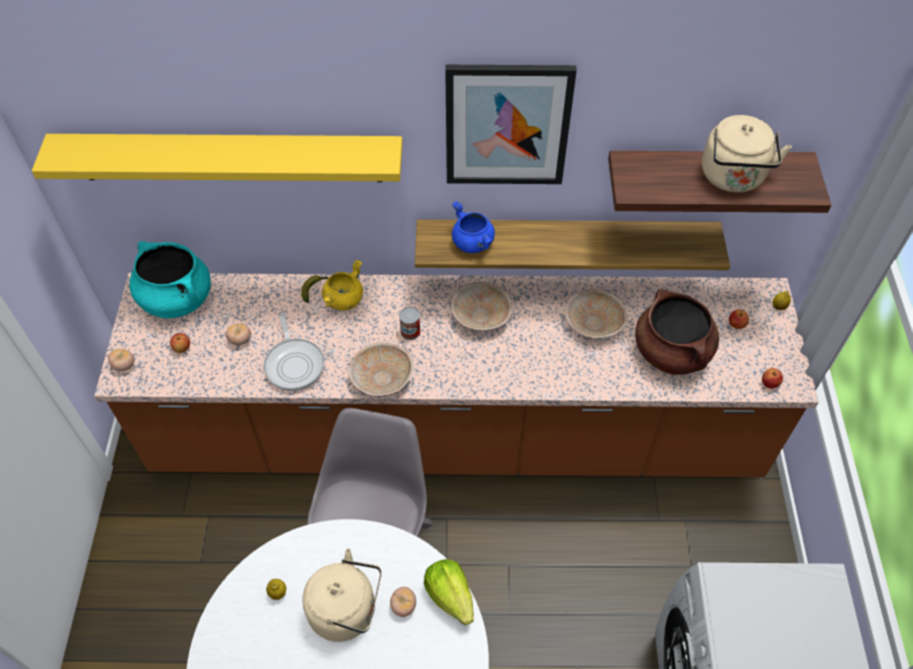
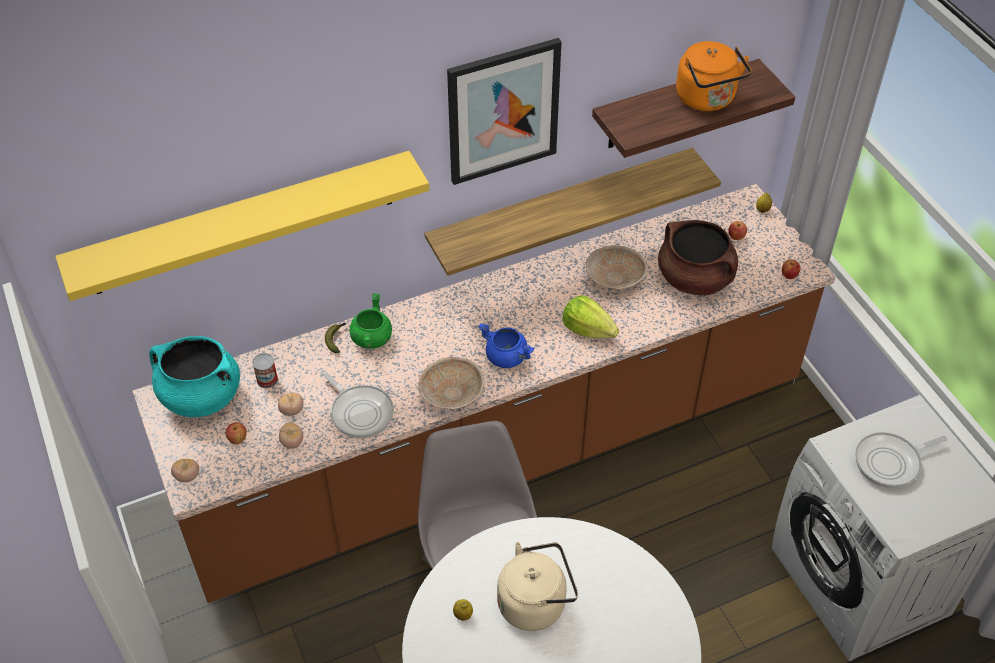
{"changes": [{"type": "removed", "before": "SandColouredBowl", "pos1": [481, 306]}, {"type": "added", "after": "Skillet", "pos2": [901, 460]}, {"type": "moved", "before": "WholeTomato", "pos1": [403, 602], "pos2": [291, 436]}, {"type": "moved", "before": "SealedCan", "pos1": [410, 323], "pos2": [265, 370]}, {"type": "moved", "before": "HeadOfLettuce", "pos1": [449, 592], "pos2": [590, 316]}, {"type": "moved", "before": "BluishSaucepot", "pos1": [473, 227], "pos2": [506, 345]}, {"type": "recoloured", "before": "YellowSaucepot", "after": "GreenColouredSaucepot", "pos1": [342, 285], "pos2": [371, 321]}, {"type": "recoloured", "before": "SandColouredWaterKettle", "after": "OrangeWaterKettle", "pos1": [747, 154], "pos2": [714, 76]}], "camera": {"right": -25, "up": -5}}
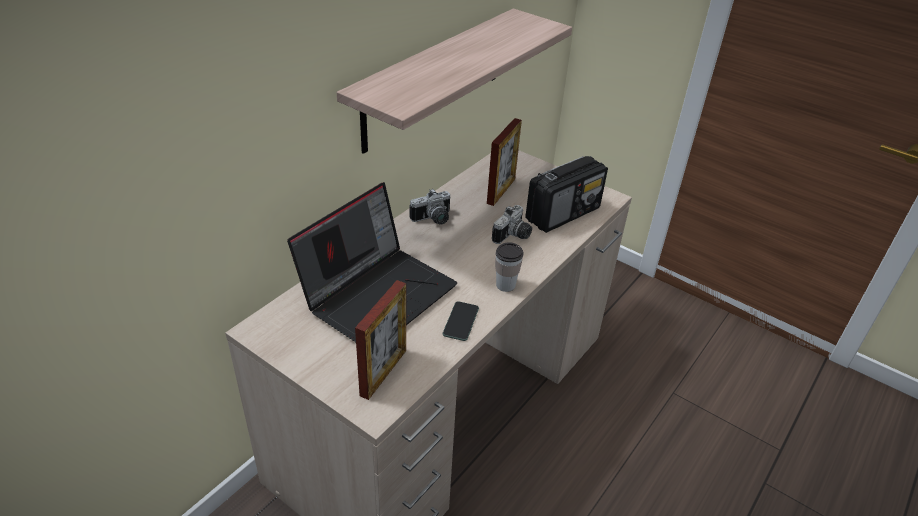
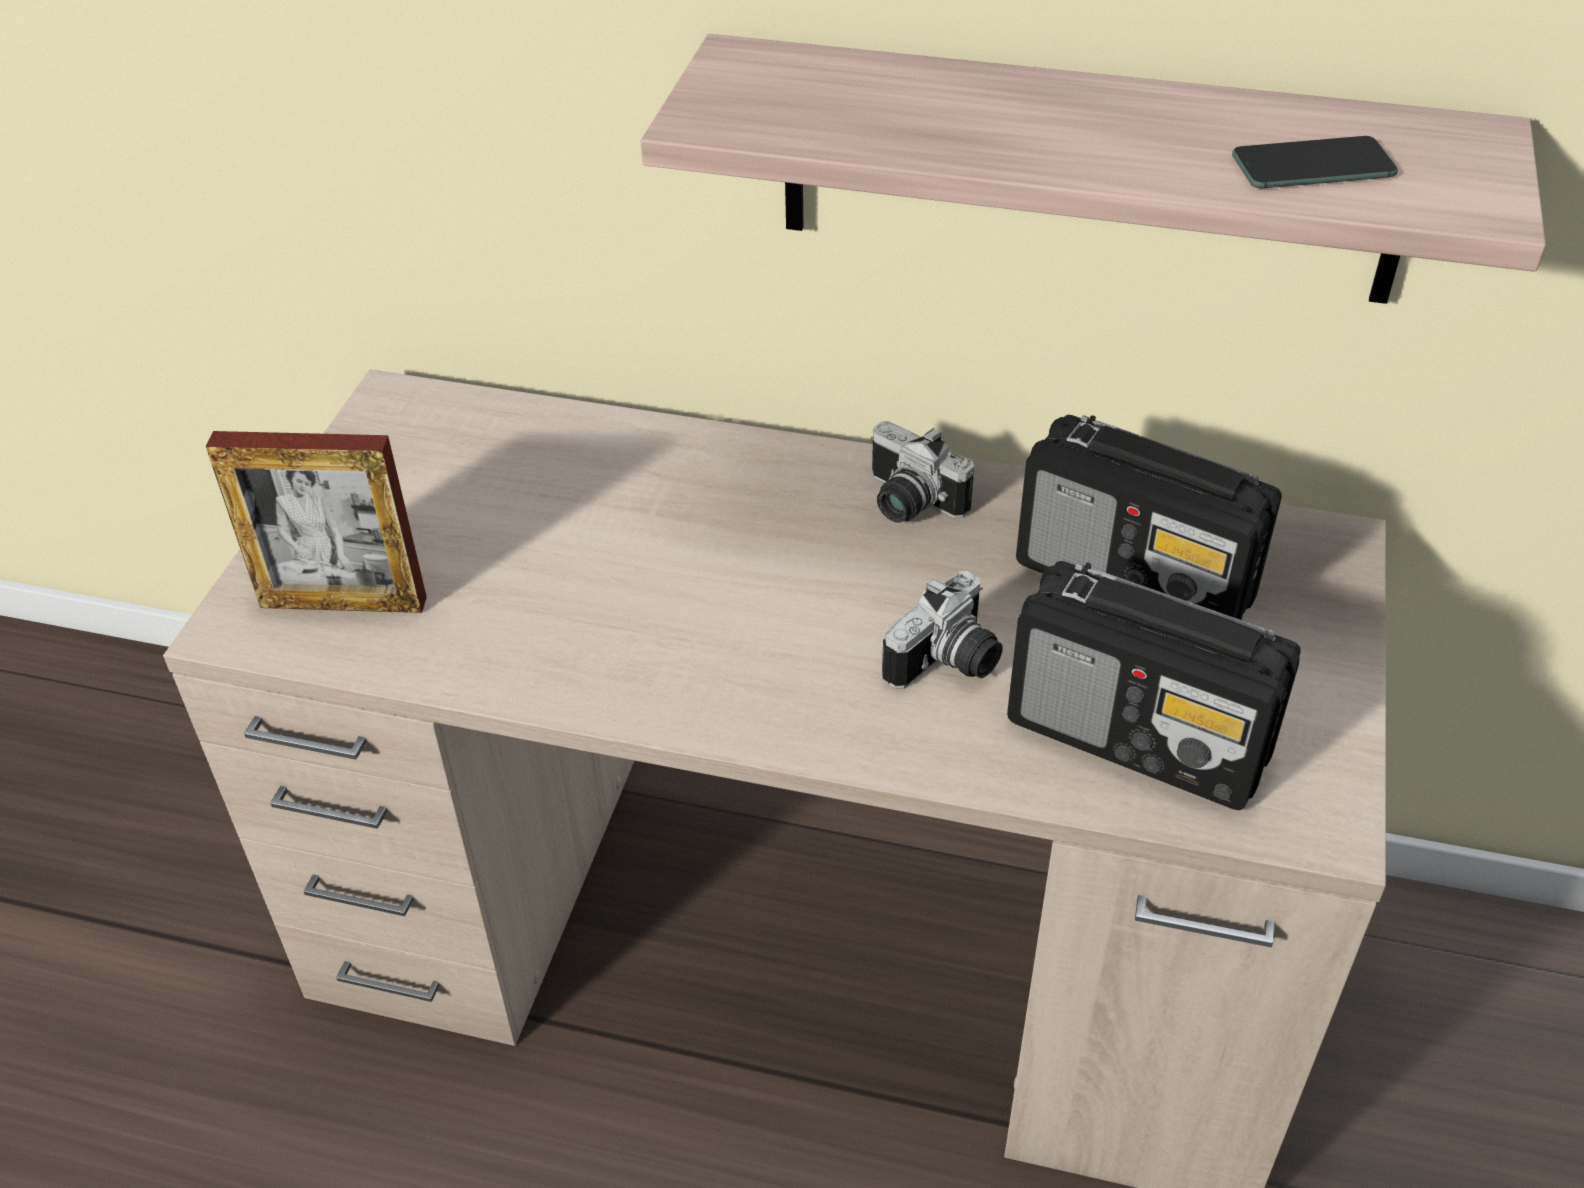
{"changes": [{"type": "removed", "before": "NotebookComputer", "pos1": [372, 262]}, {"type": "removed", "before": "SmallCup", "pos1": [509, 267]}, {"type": "moved", "before": "Telephone", "pos1": [461, 321], "pos2": [1315, 162]}, {"type": "replaced", "before": "StandingFrame", "after": "RadioSet", "pos1": [504, 162], "pos2": [1149, 517]}, {"type": "turned", "before": "PhotoCamera", "pos1": [512, 224], "pos2": [942, 630], "turn": -60}], "camera": {"right": 70, "up": 5}}
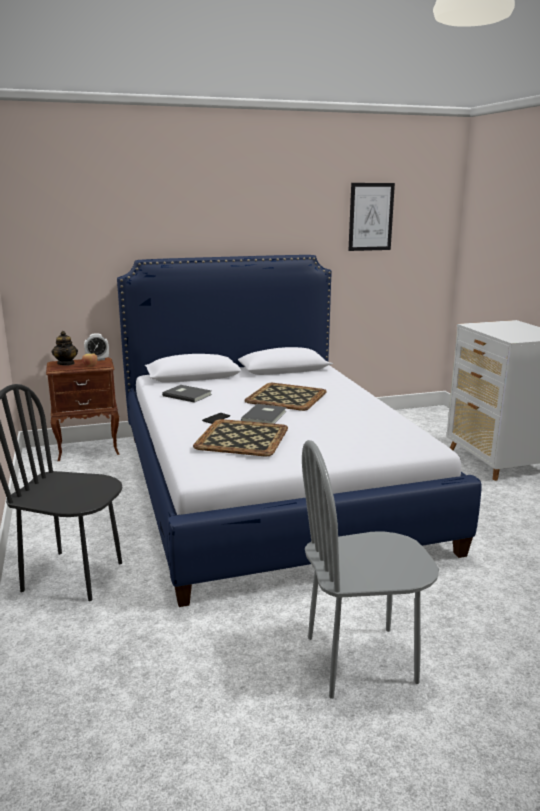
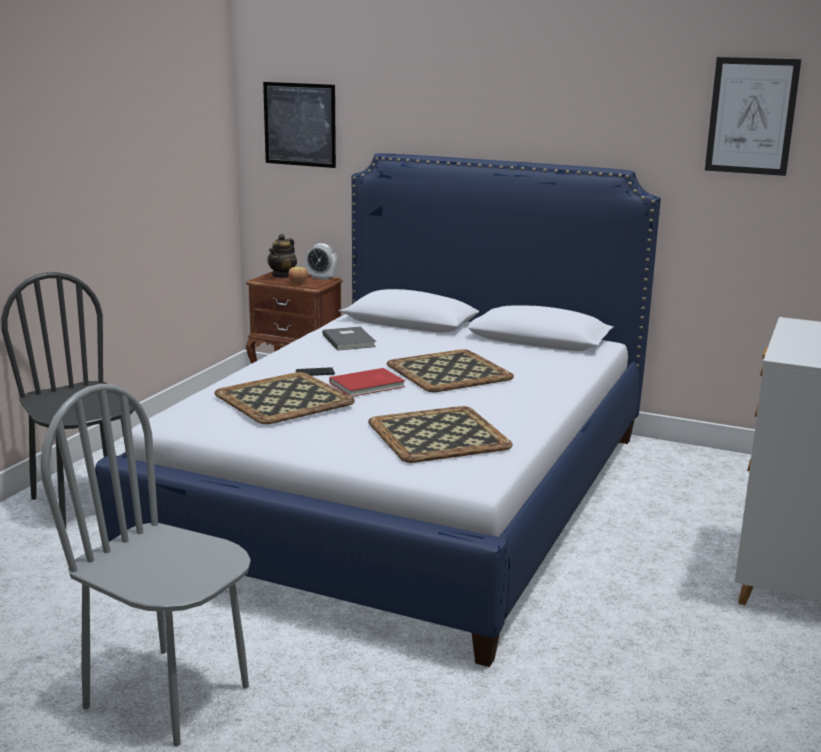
{"changes": [{"type": "added", "after": "WallPicture", "pos2": [299, 125]}, {"type": "added", "after": "Tray", "pos2": [440, 434]}, {"type": "recoloured", "before": "GrayBoundBook", "after": "RedColouredBoundBook", "pos1": [264, 414], "pos2": [367, 382]}], "camera": {"right": 40, "up": 0}}
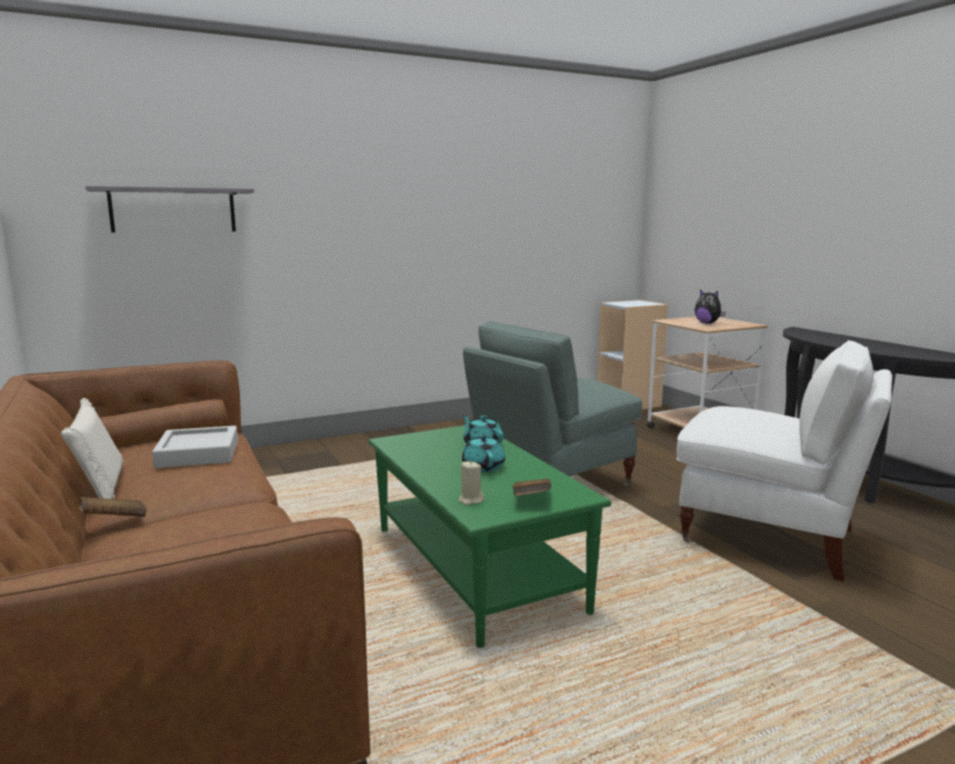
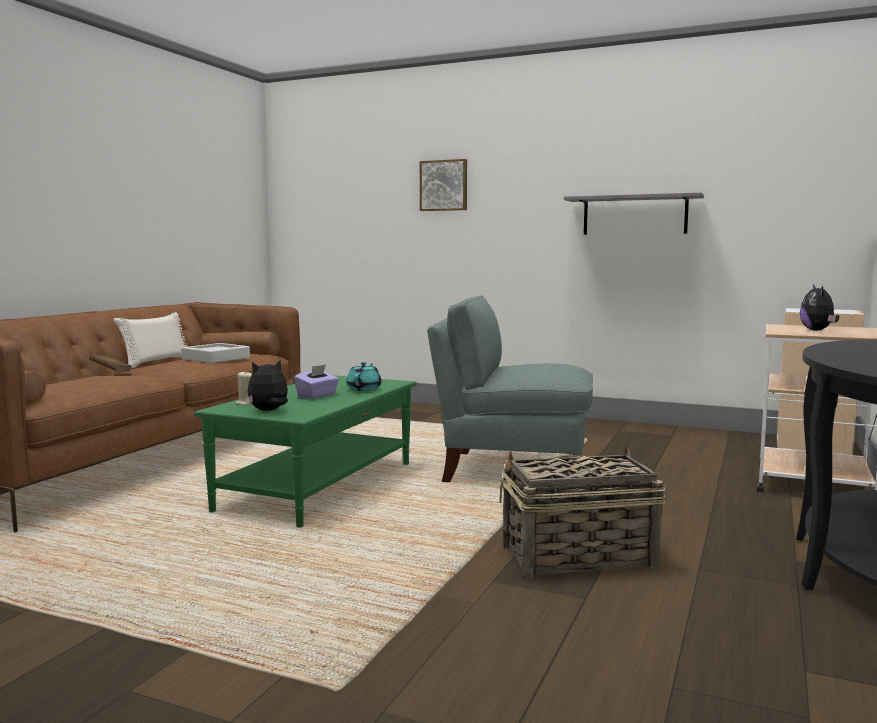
{"changes": [{"type": "added", "after": "WallPicture", "pos2": [443, 185]}, {"type": "moved", "before": "GrayBracketShelf", "pos1": [170, 209], "pos2": [634, 213]}, {"type": "replaced", "before": "BlueGreenTeapot", "after": "PurplishTissueHolder", "pos1": [483, 451], "pos2": [316, 382]}, {"type": "replaced", "before": "BrownBoundBook", "after": "PlushToy", "pos1": [531, 487], "pos2": [268, 385]}, {"type": "replaced", "before": "WhitishArmchair", "after": "HouseholdBasket", "pos1": [784, 461], "pos2": [582, 512]}], "camera": {"right": 50, "up": -5}}
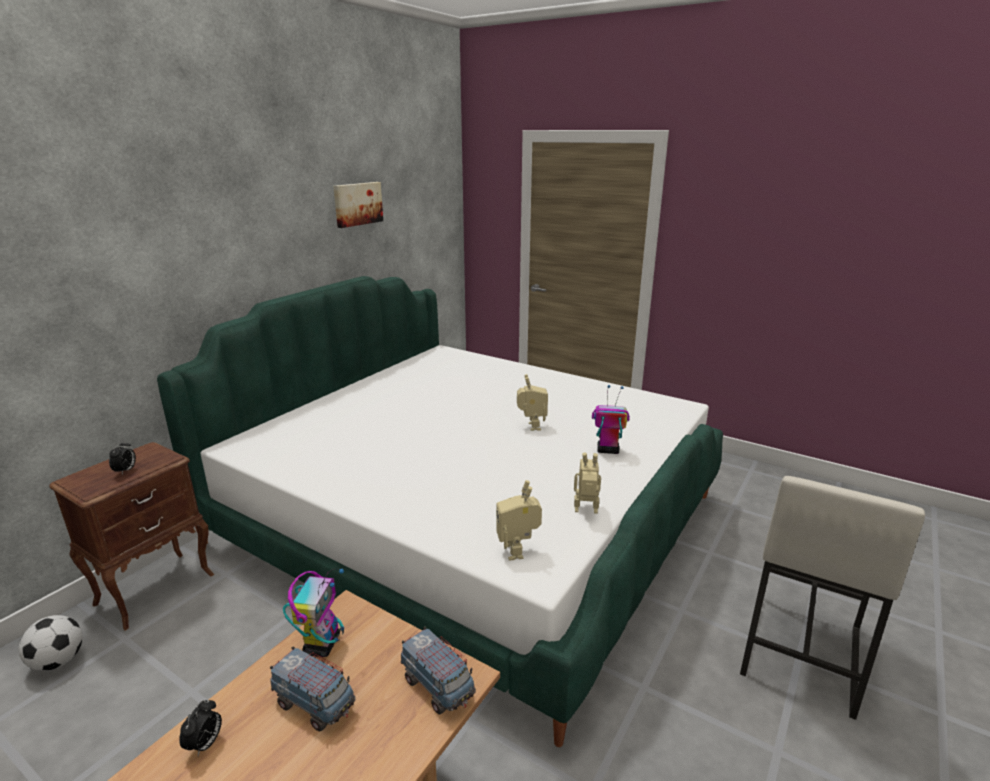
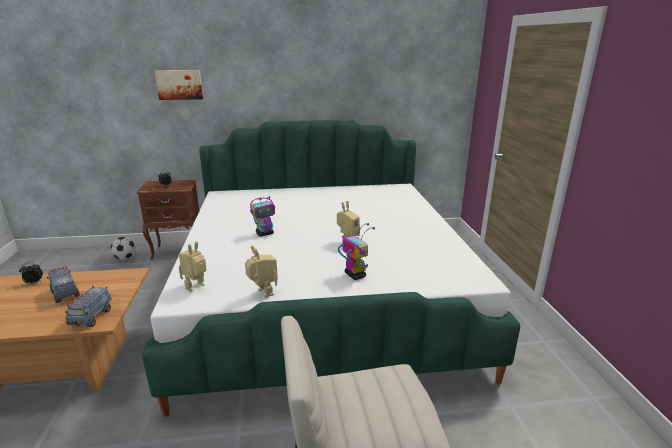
{"changes": [{"type": "moved", "before": "ToyRobot", "pos1": [313, 613], "pos2": [262, 217]}, {"type": "moved", "before": "WallPicture", "pos1": [358, 205], "pos2": [179, 85]}, {"type": "turned", "before": "ToyTruck", "pos1": [313, 688], "pos2": [63, 284], "turn": 150}], "camera": {"right": 50, "up": 0}}
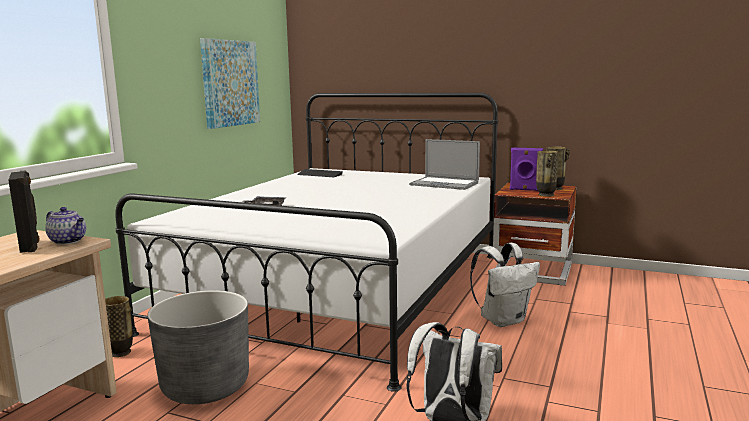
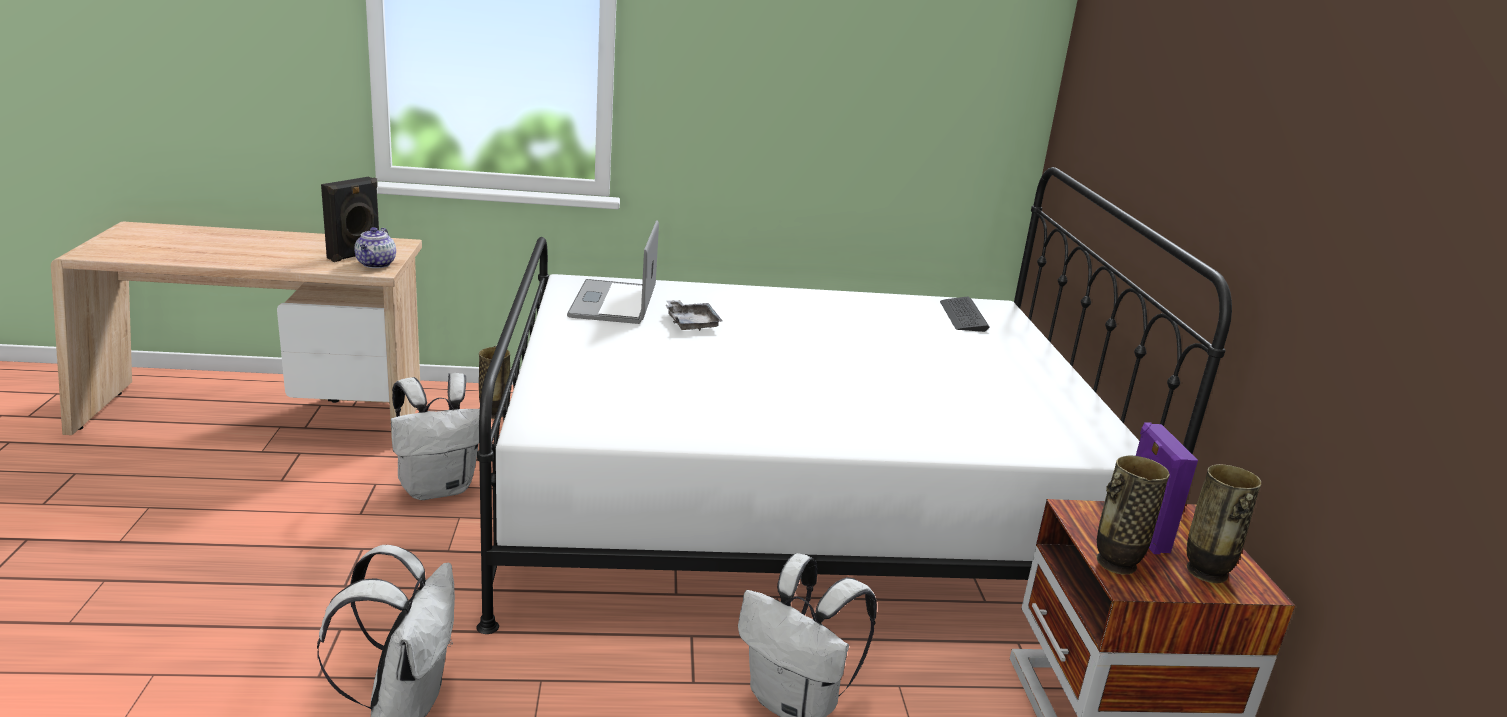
{"changes": [{"type": "removed", "before": "WallPicture", "pos1": [230, 83]}, {"type": "moved", "before": "NotebookComputer", "pos1": [444, 164], "pos2": [613, 272]}, {"type": "replaced", "before": "GrayPlantPot", "after": "WhitishRucksack", "pos1": [198, 347], "pos2": [435, 436]}], "camera": {"right": 60, "up": 10}}
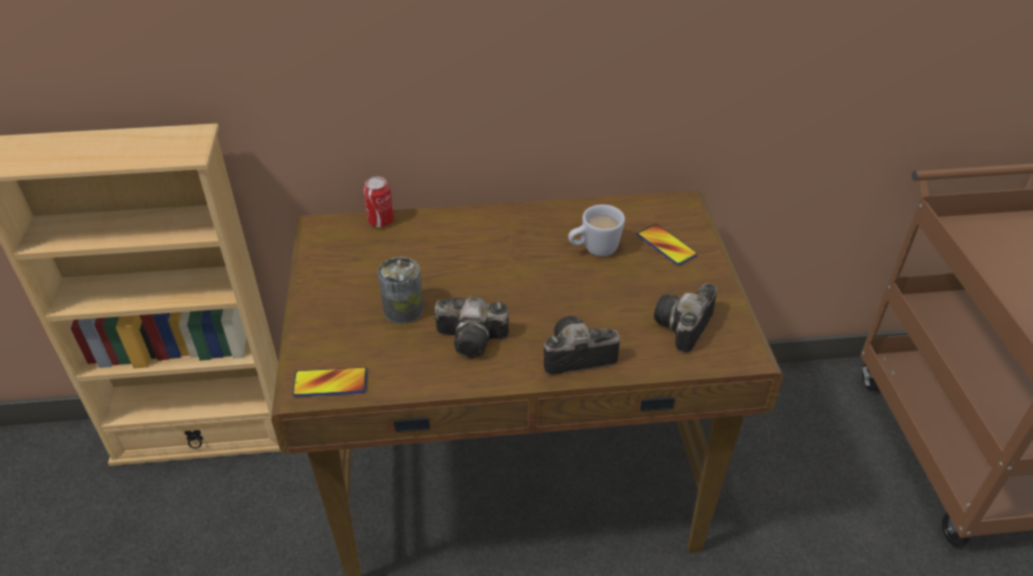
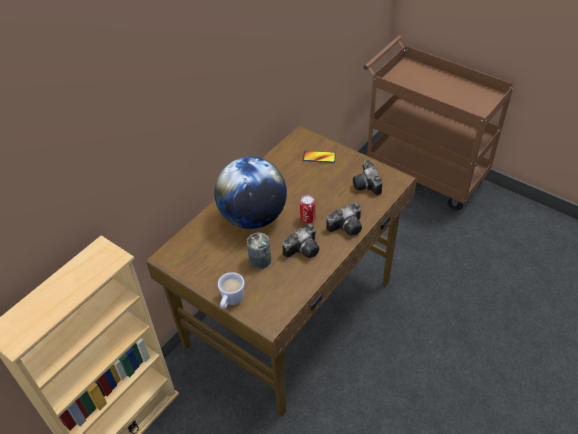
{"changes": [{"type": "removed", "before": "Telephone", "pos1": [330, 382]}, {"type": "added", "after": "Globe", "pos2": [250, 193]}, {"type": "moved", "before": "SealedCan", "pos1": [378, 201], "pos2": [308, 209]}, {"type": "moved", "before": "WhitishMug", "pos1": [596, 230], "pos2": [231, 290]}, {"type": "turned", "before": "PhotoCamera", "pos1": [581, 345], "pos2": [344, 219], "turn": -150}], "camera": {"right": -45, "up": 5}}
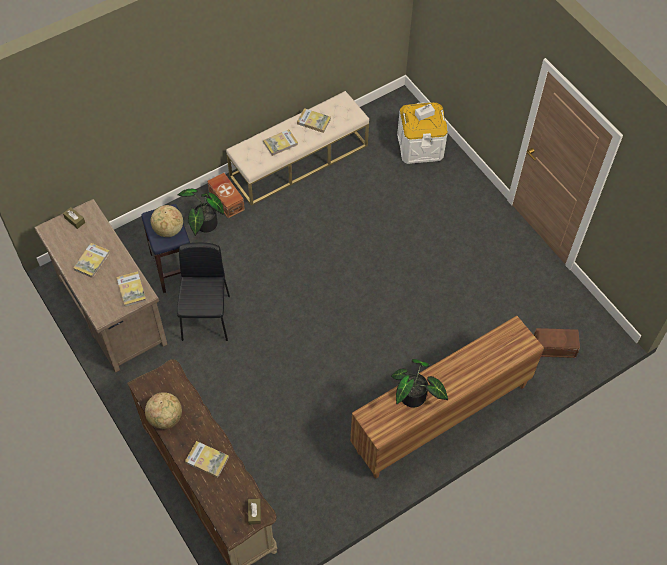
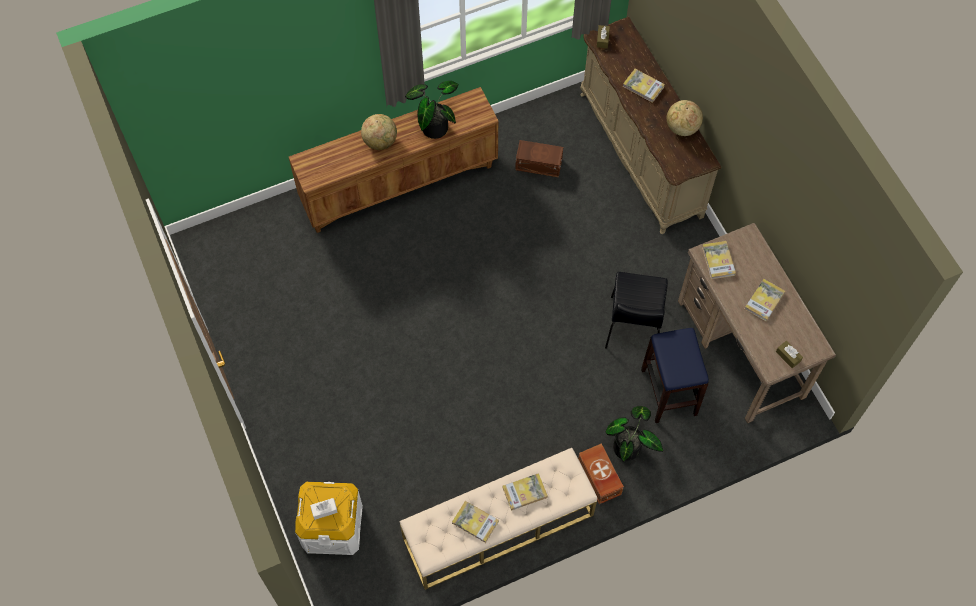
{"changes": [{"type": "moved", "before": "Globe", "pos1": [167, 221], "pos2": [379, 132]}, {"type": "moved", "before": "BrownStorageBin", "pos1": [557, 343], "pos2": [539, 158]}], "camera": {"right": -170, "up": 5}}
